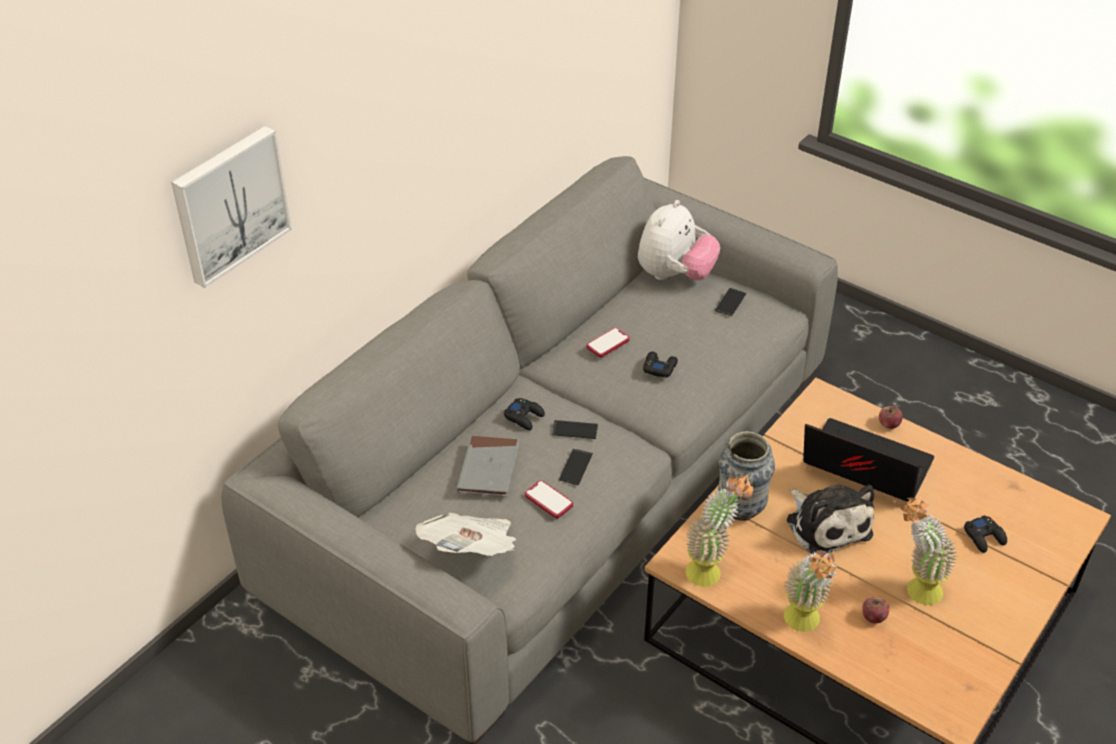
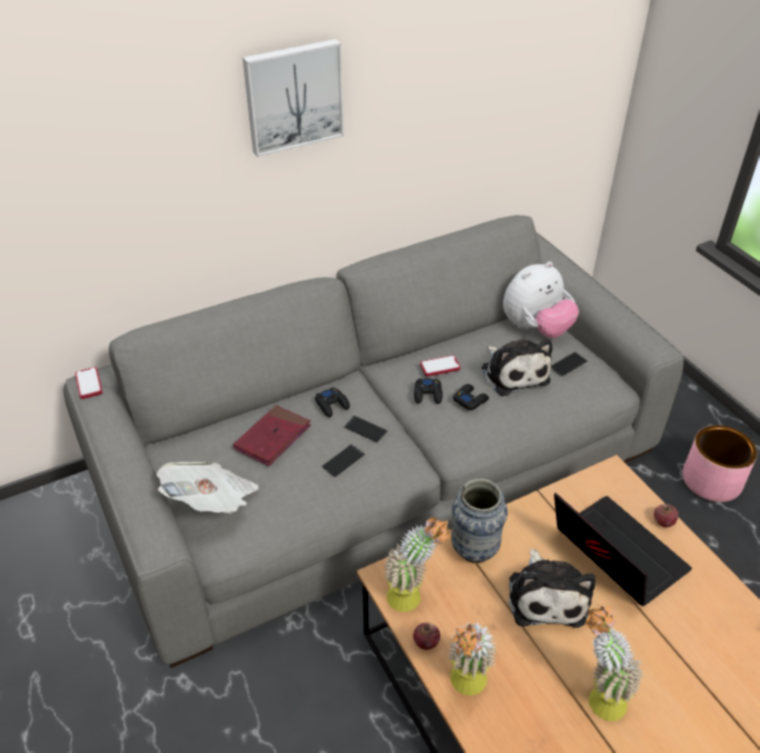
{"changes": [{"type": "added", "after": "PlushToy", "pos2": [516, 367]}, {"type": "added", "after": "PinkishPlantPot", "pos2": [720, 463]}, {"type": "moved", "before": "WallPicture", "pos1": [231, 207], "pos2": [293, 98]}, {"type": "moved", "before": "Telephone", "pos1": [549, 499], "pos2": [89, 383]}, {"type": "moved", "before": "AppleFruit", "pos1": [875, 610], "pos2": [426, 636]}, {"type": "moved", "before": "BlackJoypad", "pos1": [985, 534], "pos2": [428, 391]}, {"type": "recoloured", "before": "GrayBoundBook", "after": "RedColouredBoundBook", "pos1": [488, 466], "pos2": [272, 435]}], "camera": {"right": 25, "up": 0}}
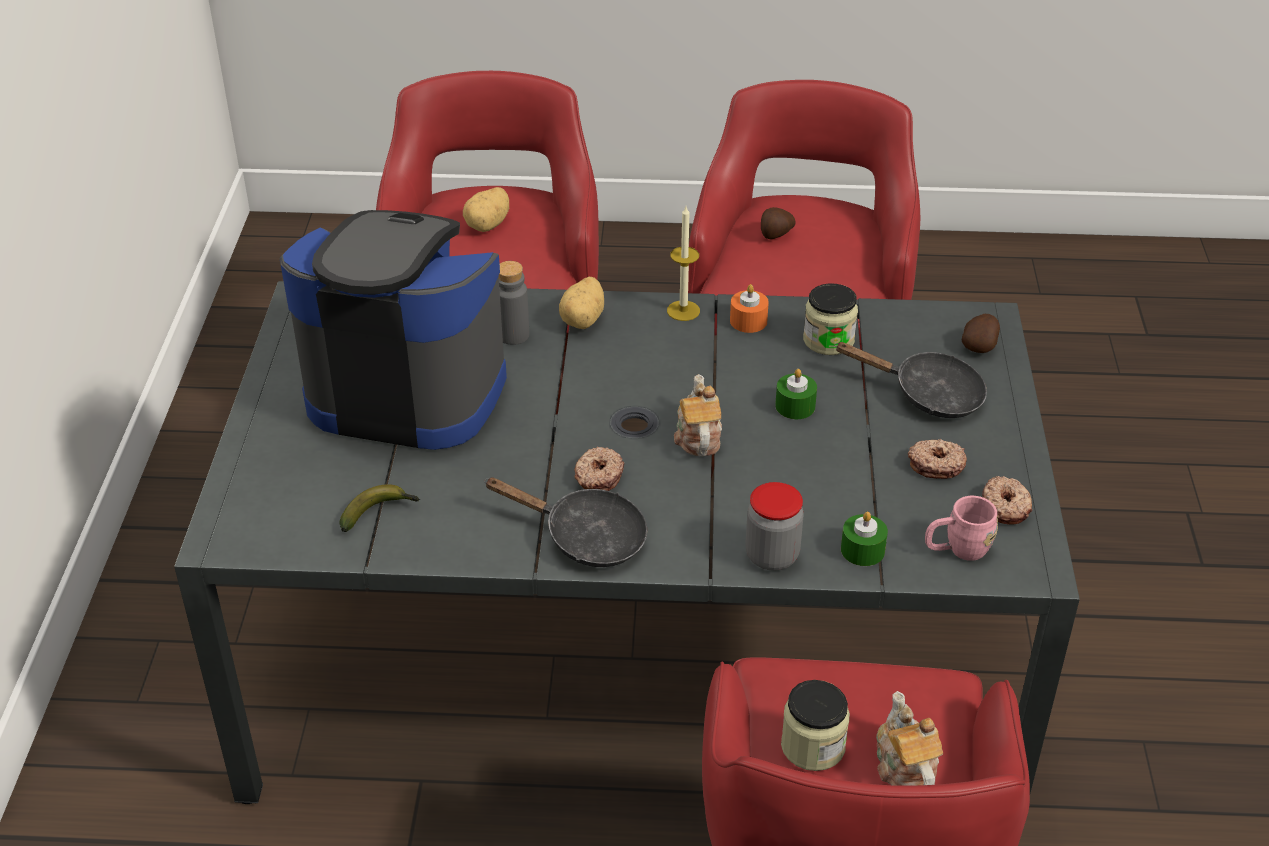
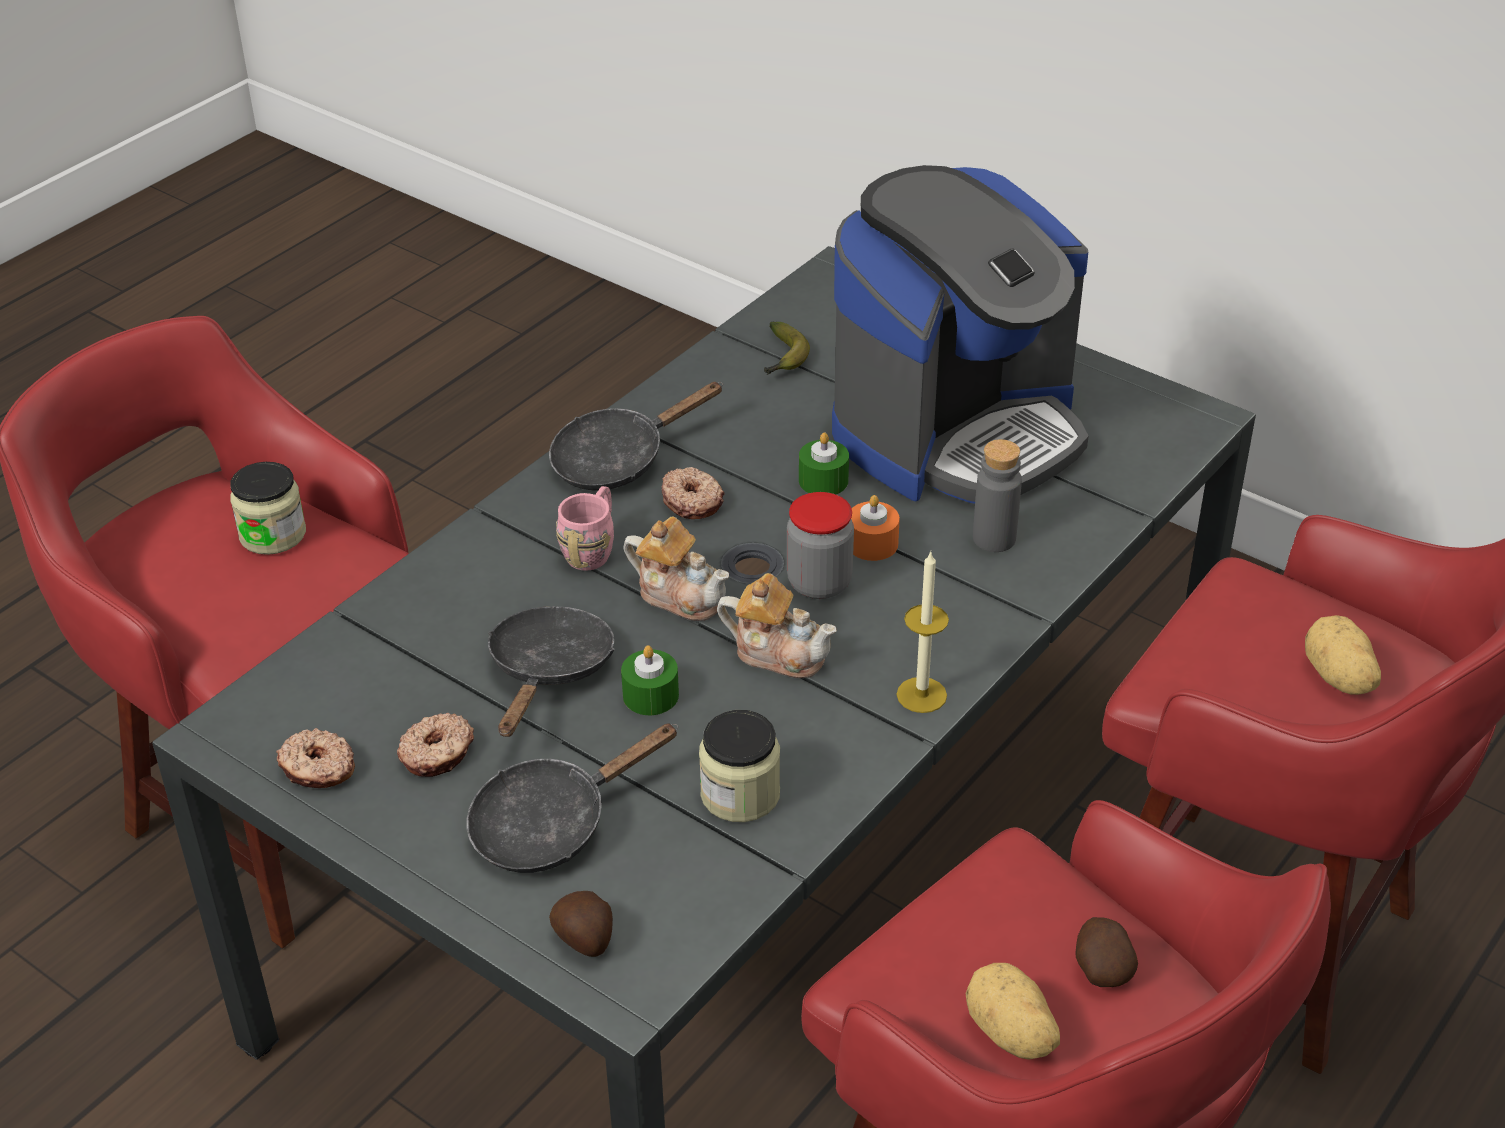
{"changes": [{"type": "added", "after": "BlackSkillet", "pos2": [551, 671]}, {"type": "moved", "before": "Spud", "pos1": [581, 303], "pos2": [1012, 1011]}, {"type": "moved", "before": "OrangeWaxCandle", "pos1": [749, 308], "pos2": [875, 528]}, {"type": "moved", "before": "PreserveJar", "pos1": [774, 526], "pos2": [820, 545]}, {"type": "moved", "before": "GreenColouredWaxCandle", "pos1": [864, 539], "pos2": [824, 463]}, {"type": "moved", "before": "Teapot", "pos1": [909, 738], "pos2": [776, 625]}, {"type": "moved", "before": "PinkishMug", "pos1": [961, 528], "pos2": [585, 528]}], "camera": {"right": 125, "up": 0}}
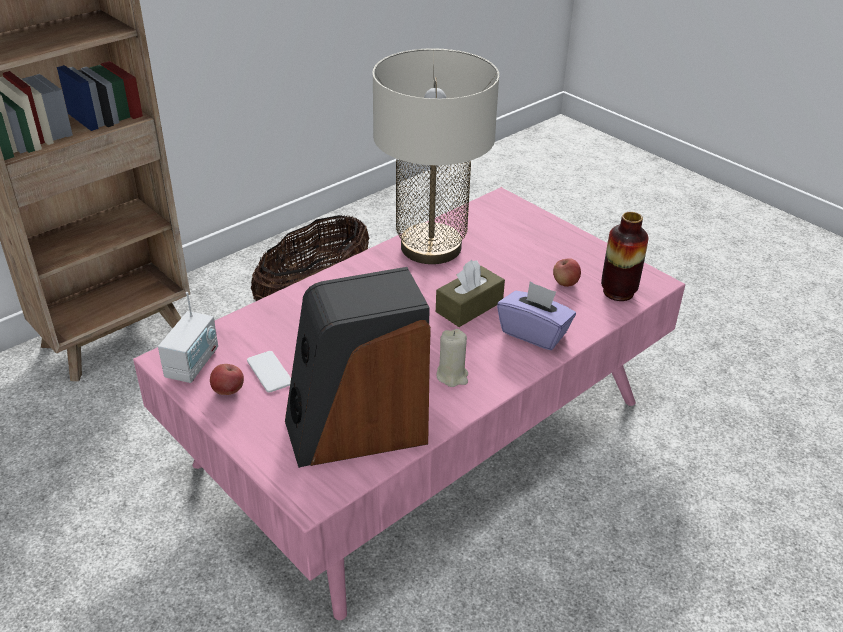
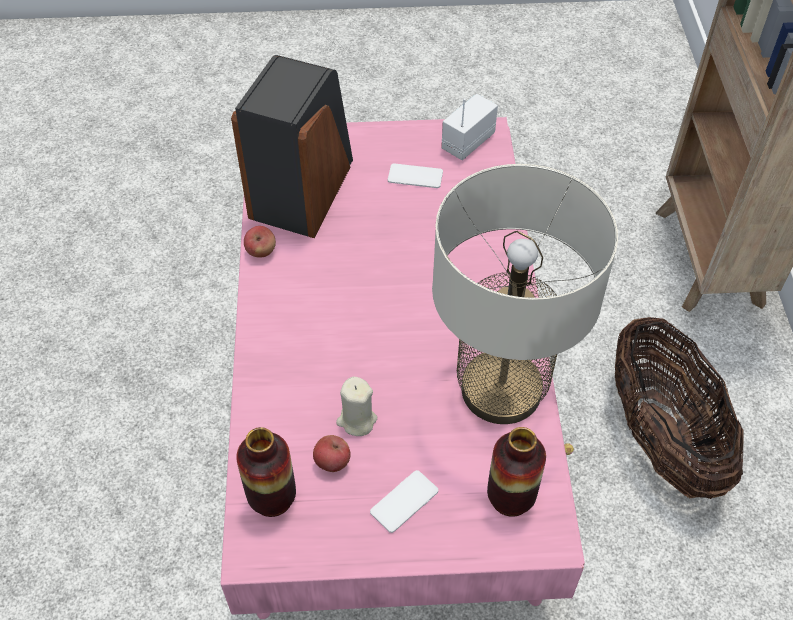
{"changes": [{"type": "removed", "before": "BrownTissueHolder", "pos1": [470, 293]}, {"type": "removed", "before": "PurplishTissueHolder", "pos1": [536, 315]}, {"type": "added", "after": "Telephone", "pos2": [404, 501]}, {"type": "added", "after": "FlowerVase", "pos2": [516, 472]}, {"type": "moved", "before": "AppleFruit", "pos1": [227, 379], "pos2": [260, 242]}, {"type": "moved", "before": "SandColouredWaxCandle", "pos1": [452, 358], "pos2": [356, 406]}, {"type": "turned", "before": "RadioSet", "pos1": [188, 337], "pos2": [469, 127], "turn": 75}], "camera": {"right": 130, "up": 15}}
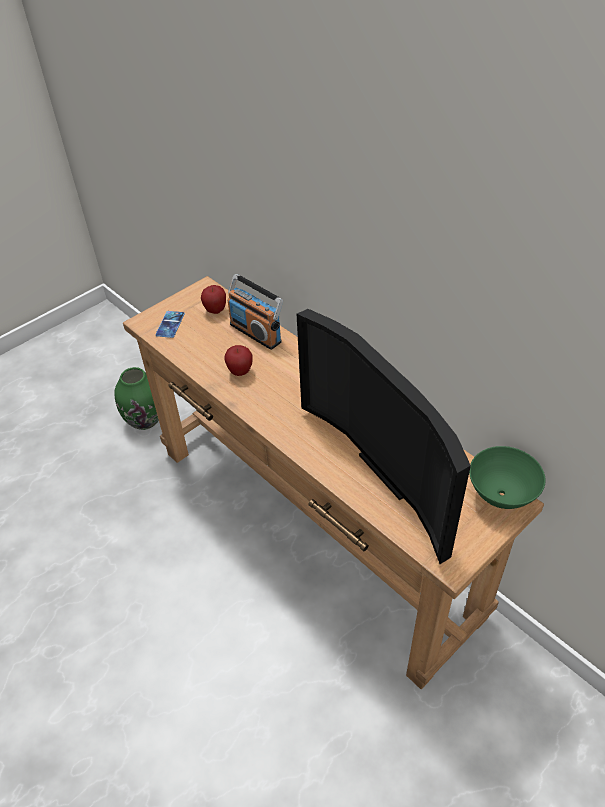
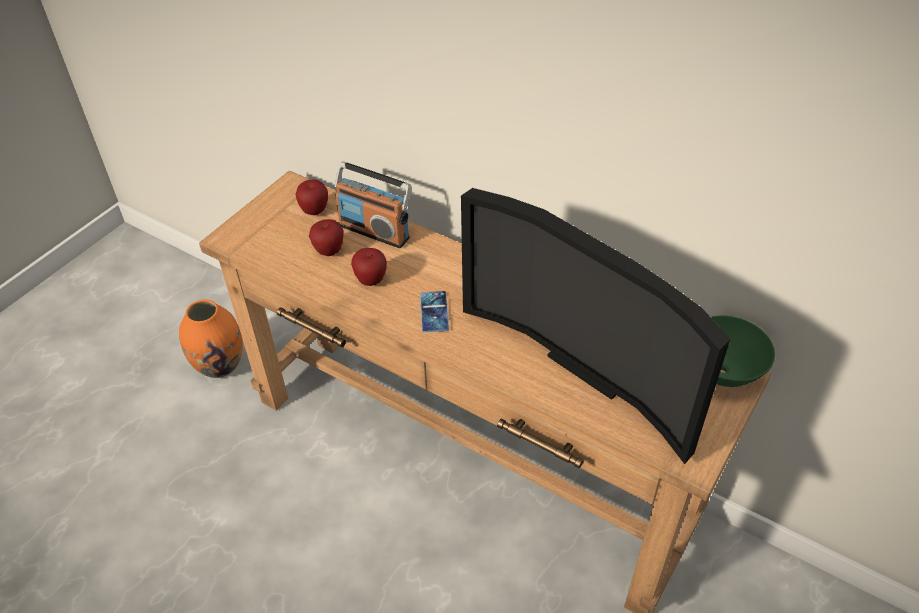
{"changes": [{"type": "added", "after": "AppleFruit", "pos2": [326, 237]}, {"type": "moved", "before": "Telephone", "pos1": [170, 324], "pos2": [434, 311]}, {"type": "recoloured", "before": "GreenColouredFlowerVase", "after": "OrangeFlowerVase", "pos1": [136, 398], "pos2": [211, 339]}], "camera": {"right": -15, "up": 0}}
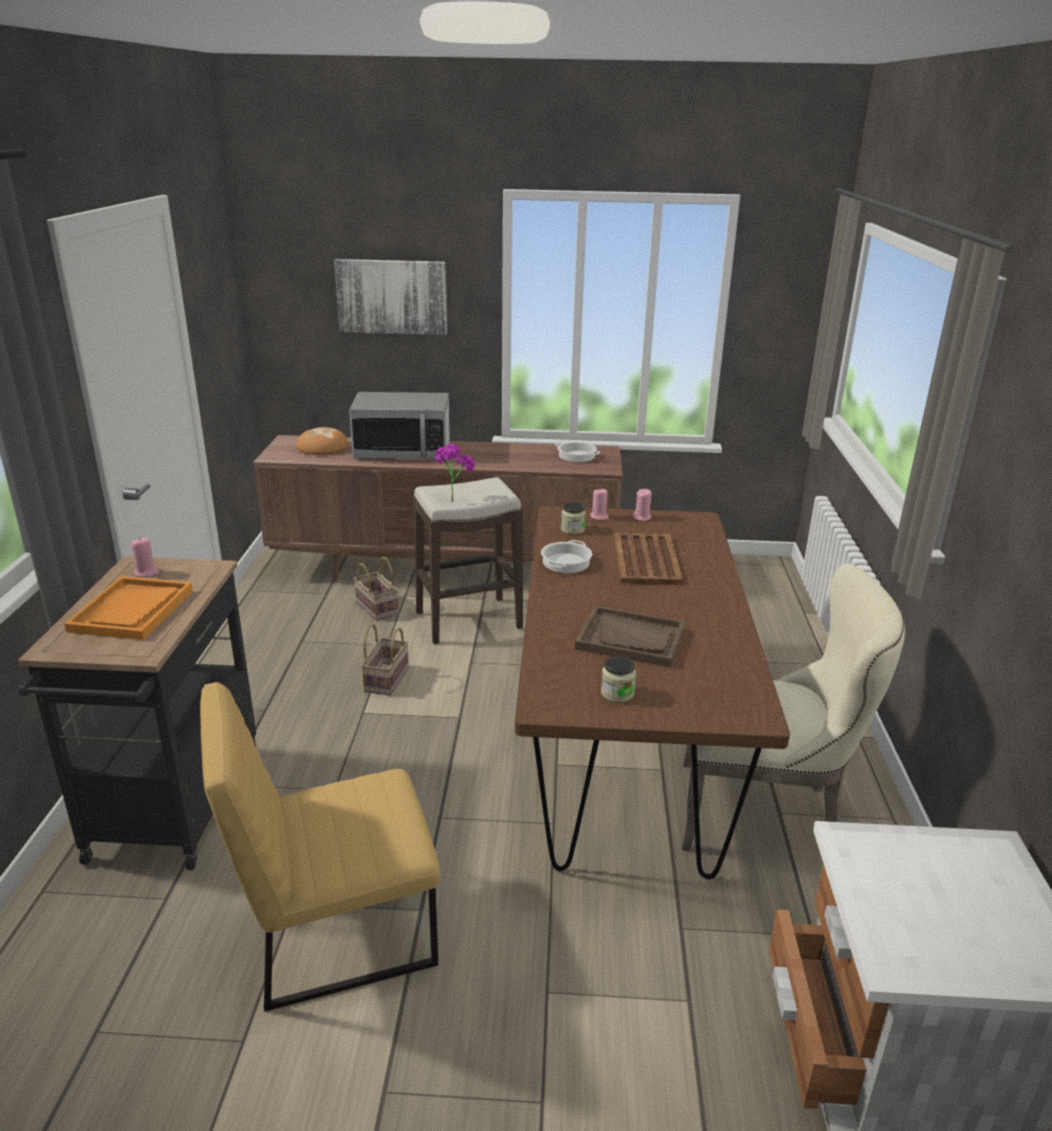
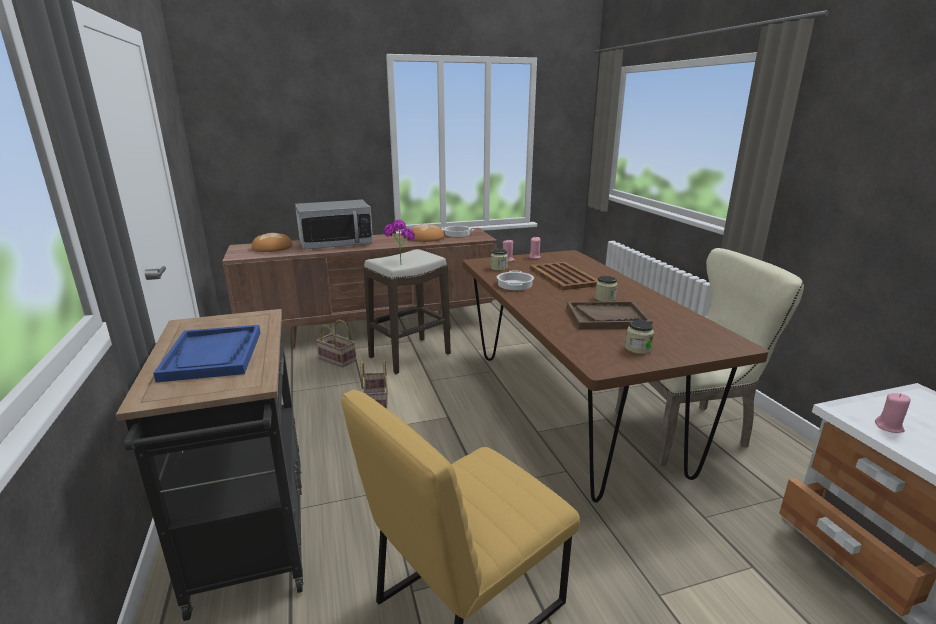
{"changes": [{"type": "removed", "before": "WallPicture", "pos1": [390, 297]}, {"type": "added", "after": "BakedBread", "pos2": [428, 233]}, {"type": "added", "after": "PreserveJar", "pos2": [606, 288]}, {"type": "moved", "before": "PinkishWaxCandle", "pos1": [145, 557], "pos2": [893, 413]}, {"type": "recoloured", "before": "OrangeTray", "after": "BluishTray", "pos1": [128, 608], "pos2": [206, 353]}], "camera": {"right": -20, "up": -5}}
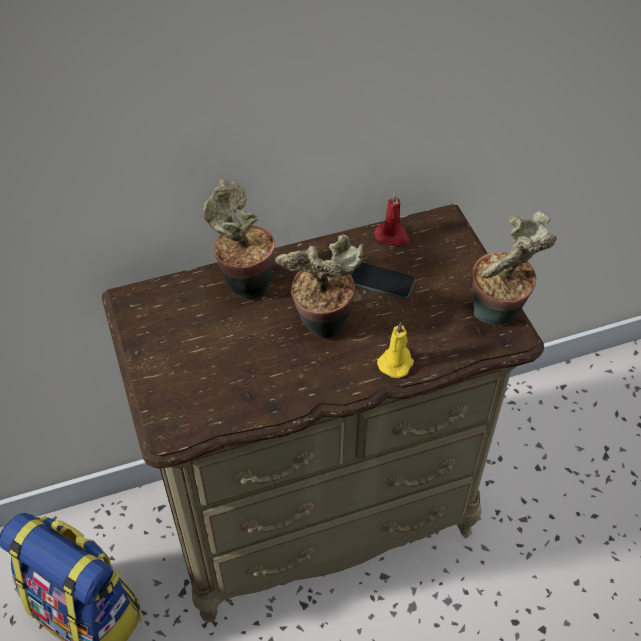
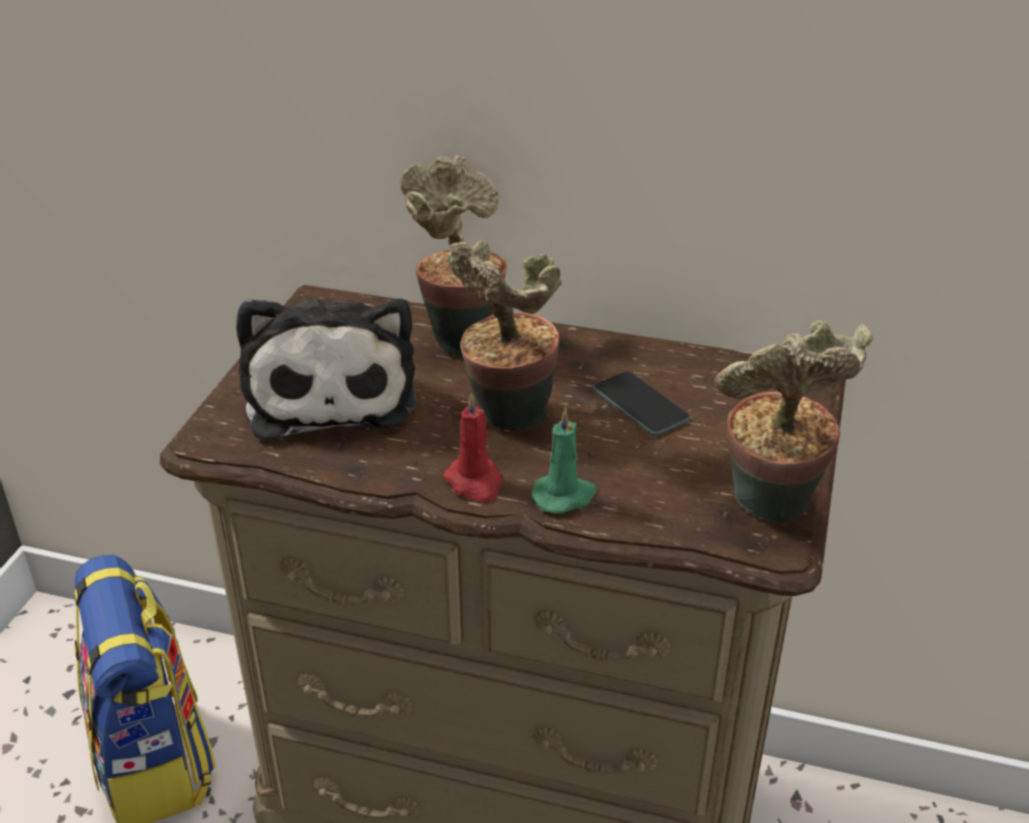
{"changes": [{"type": "added", "after": "PlushToy", "pos2": [326, 369]}, {"type": "moved", "before": "RedColouredWaxCandle", "pos1": [392, 219], "pos2": [472, 447]}, {"type": "recoloured", "before": "YellowWaxCandle", "after": "GreenColouredWaxCandle", "pos1": [395, 350], "pos2": [564, 460]}], "camera": {"right": 35, "up": -15}}
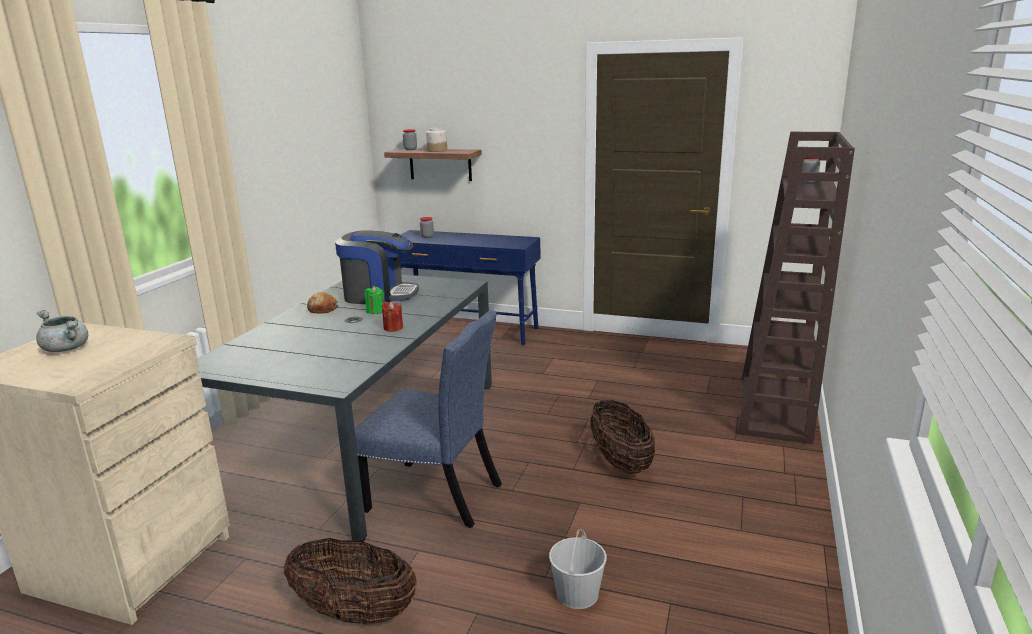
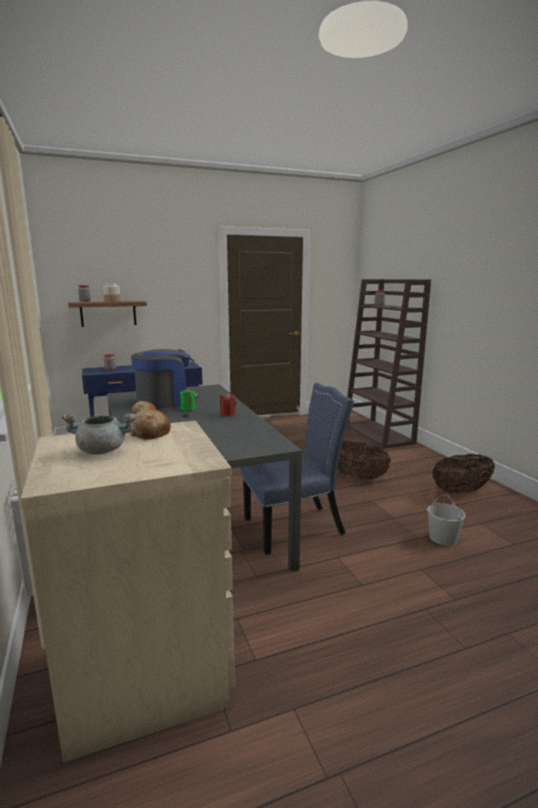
{"changes": [{"type": "added", "after": "BakedBread", "pos2": [150, 424]}, {"type": "moved", "before": "HouseholdBasket", "pos1": [350, 581], "pos2": [463, 474]}], "camera": {"right": -40, "up": -5}}
